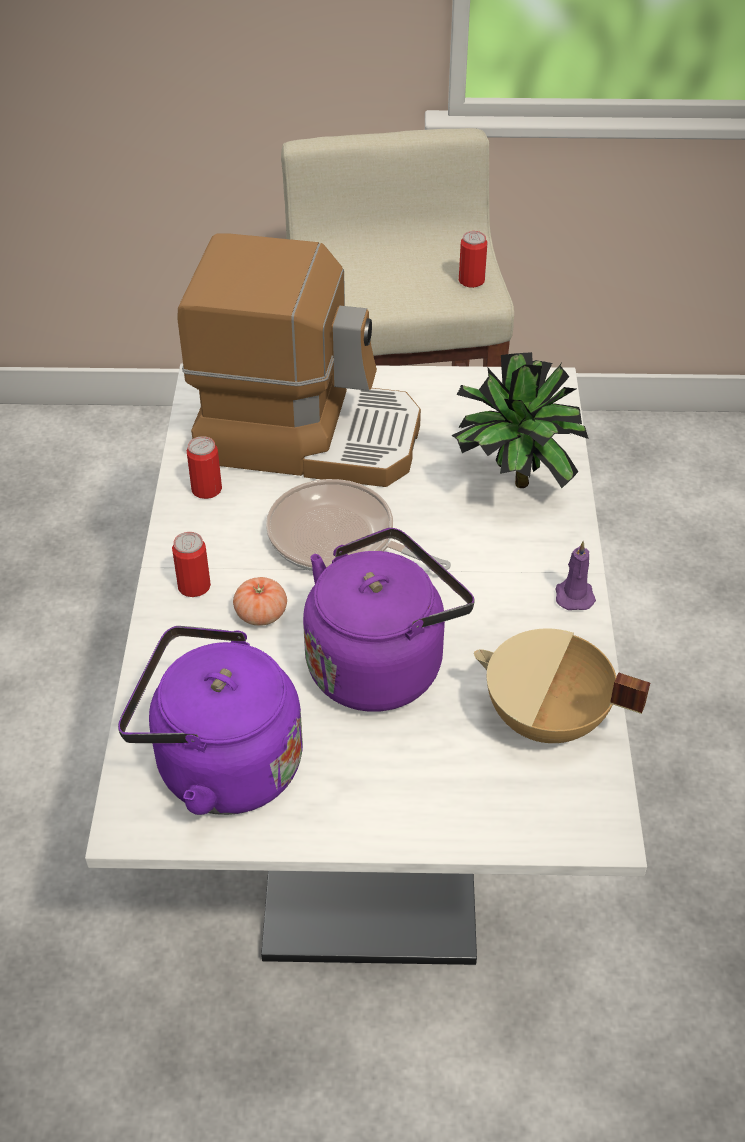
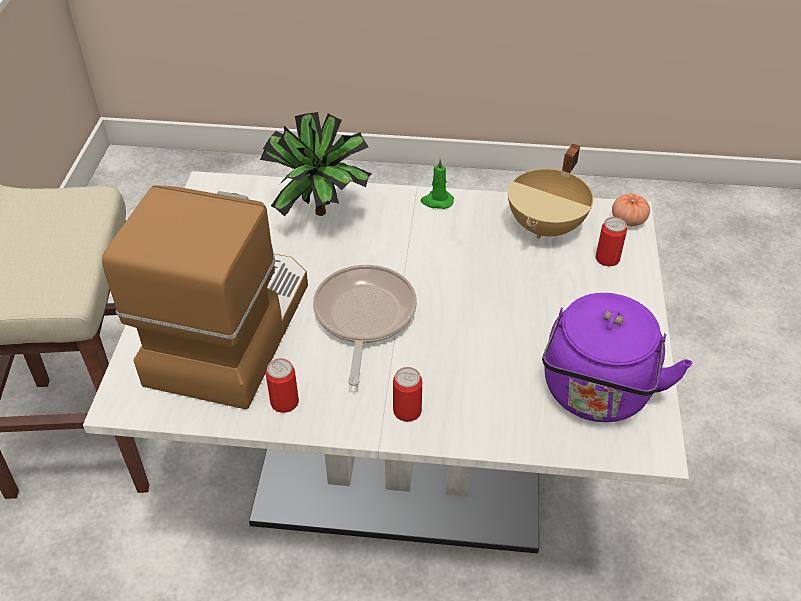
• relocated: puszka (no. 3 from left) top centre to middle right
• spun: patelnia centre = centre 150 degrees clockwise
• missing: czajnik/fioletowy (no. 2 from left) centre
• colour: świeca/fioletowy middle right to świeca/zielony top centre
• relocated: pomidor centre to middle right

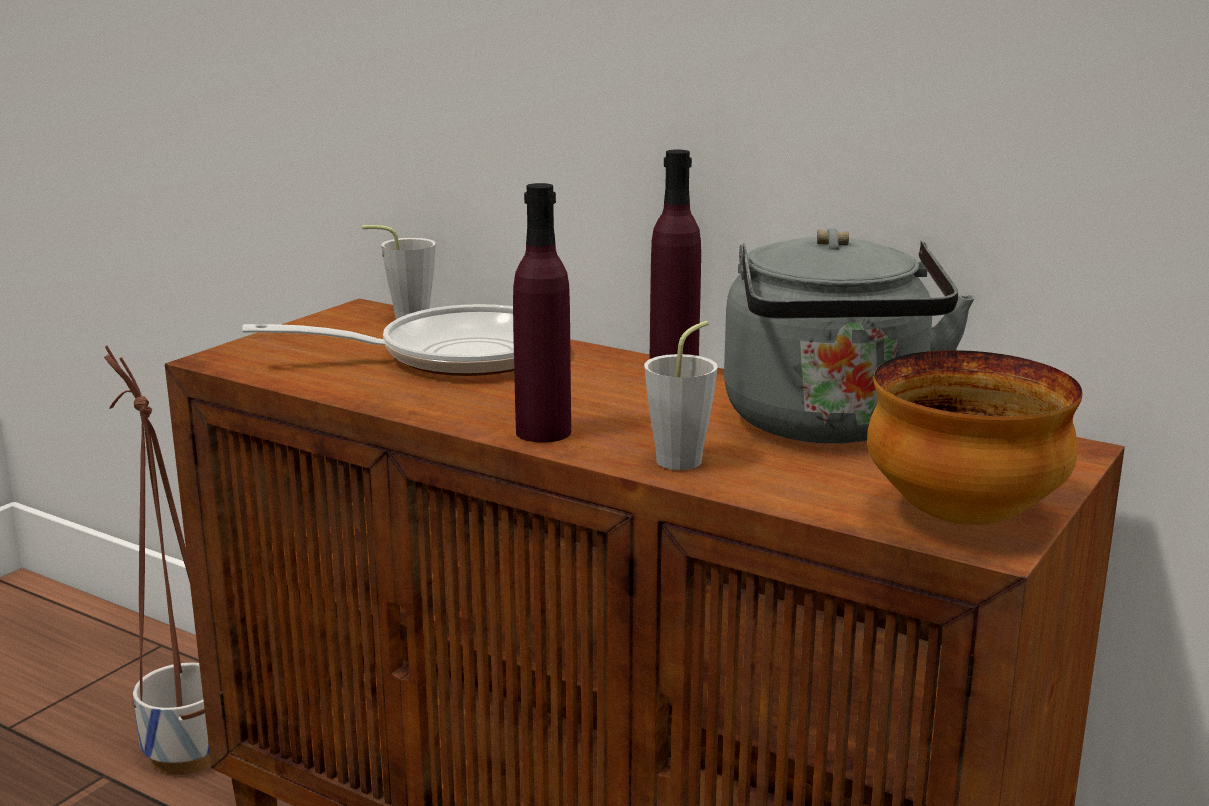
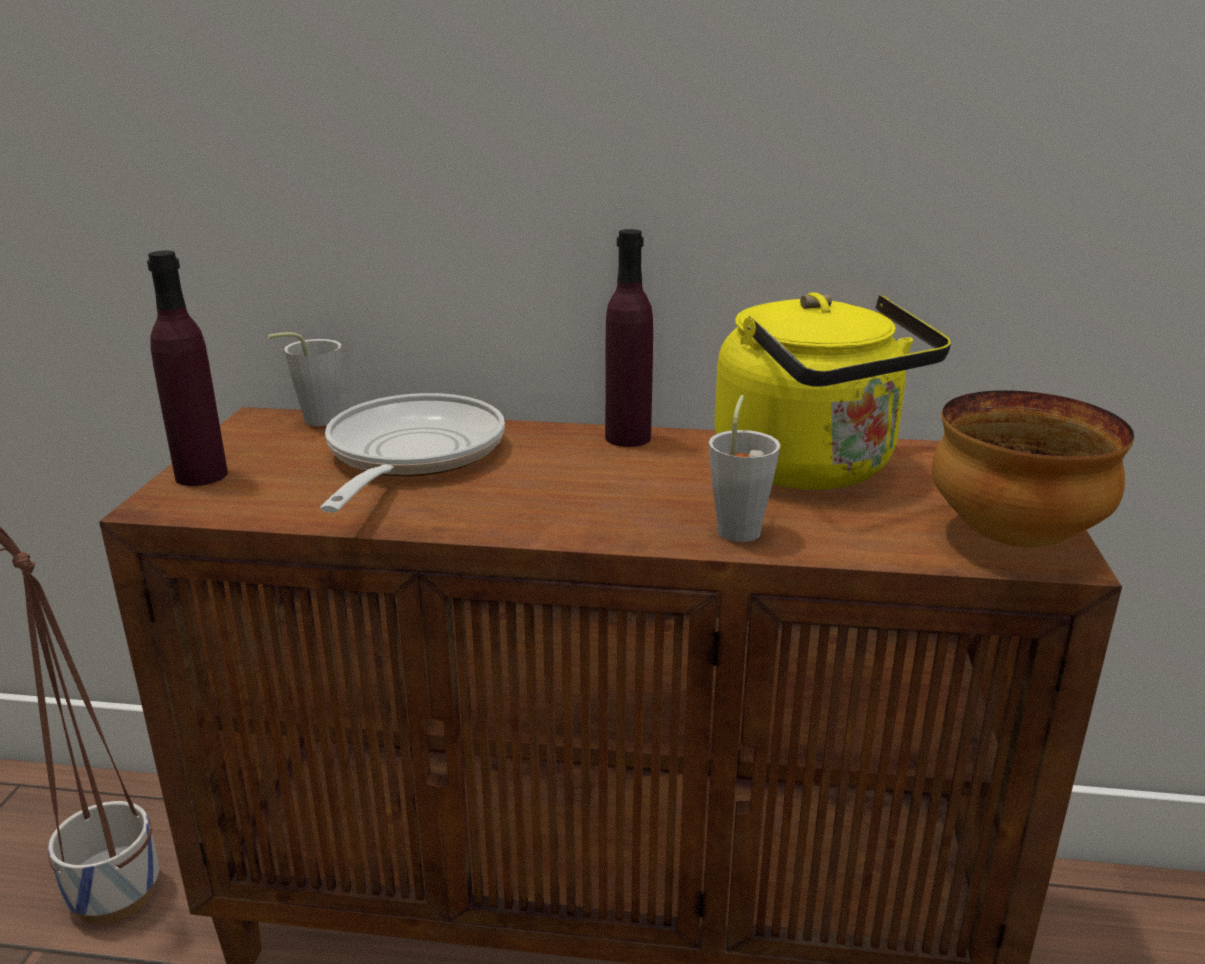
• relocated: butelka/fioletowy (no. 1 from left) centre to middle left
• colour: czajnik/szary middle right to czajnik/żółty middle right
• spun: patelnia middle left = centre 45 degrees counterclockwise

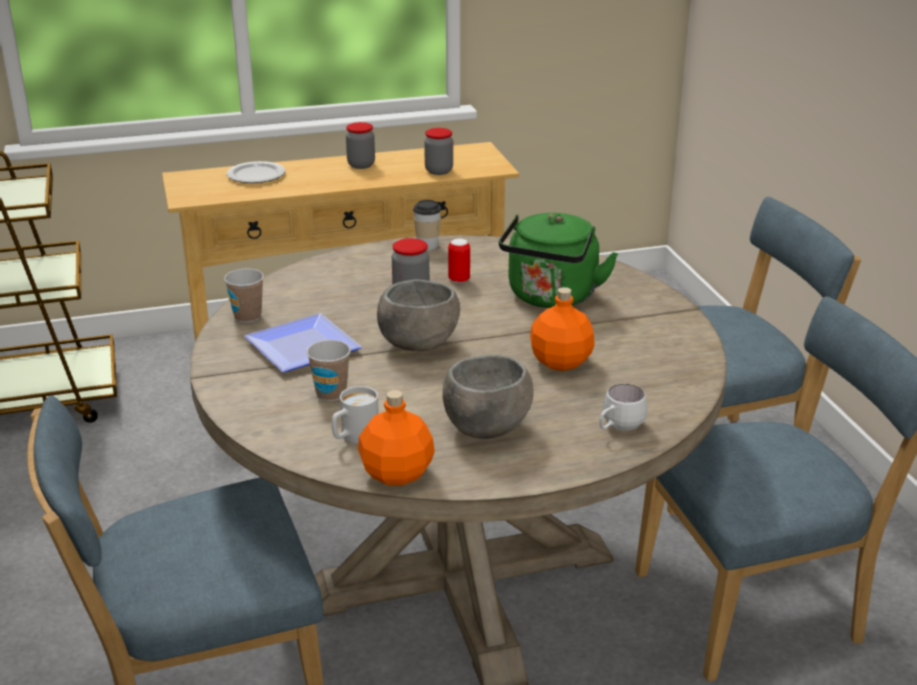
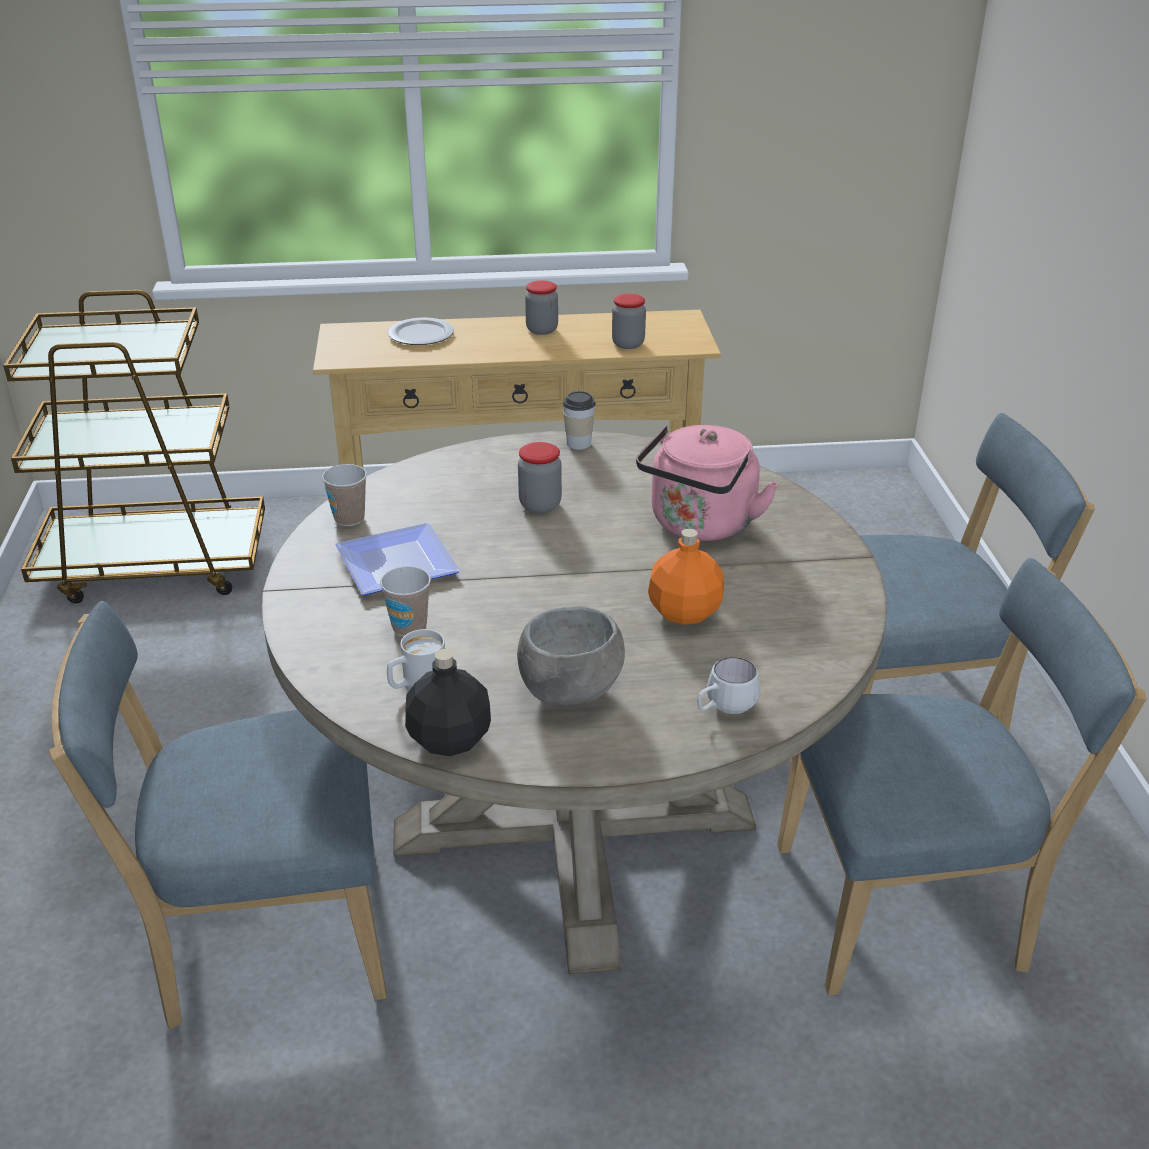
• colour: czajnik/zielony centre to czajnik/różowy centre
• missing: puszka centre
• missing: miska/szary (no. 1 from left) centre
• colour: butelka/pomarańczowy (no. 1 from left) centre to butelka/czarny centre

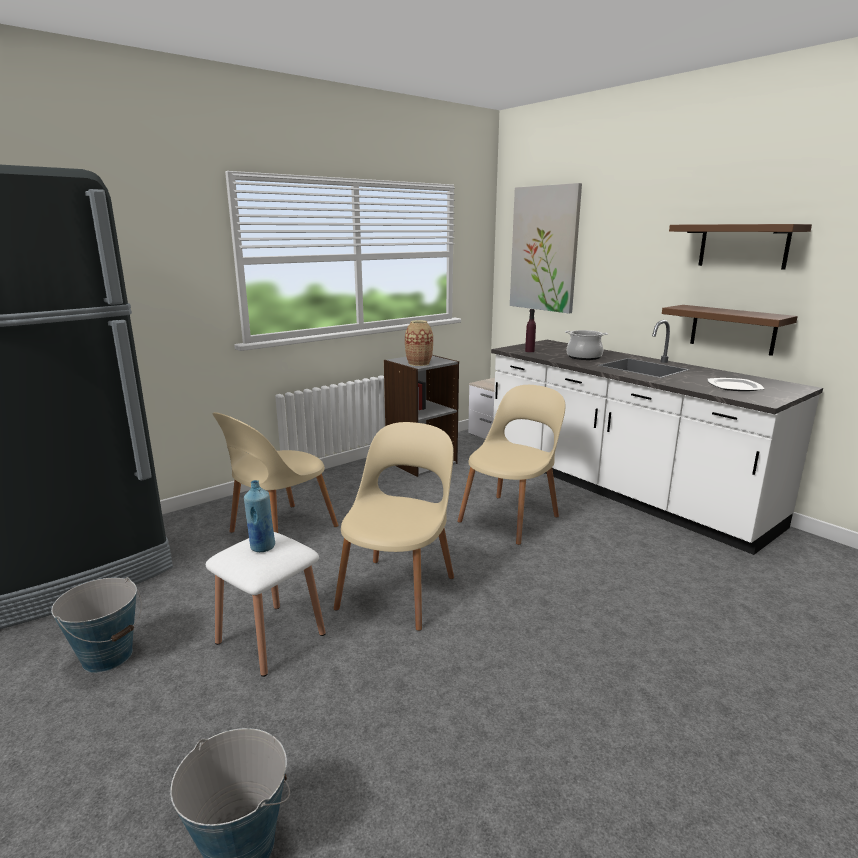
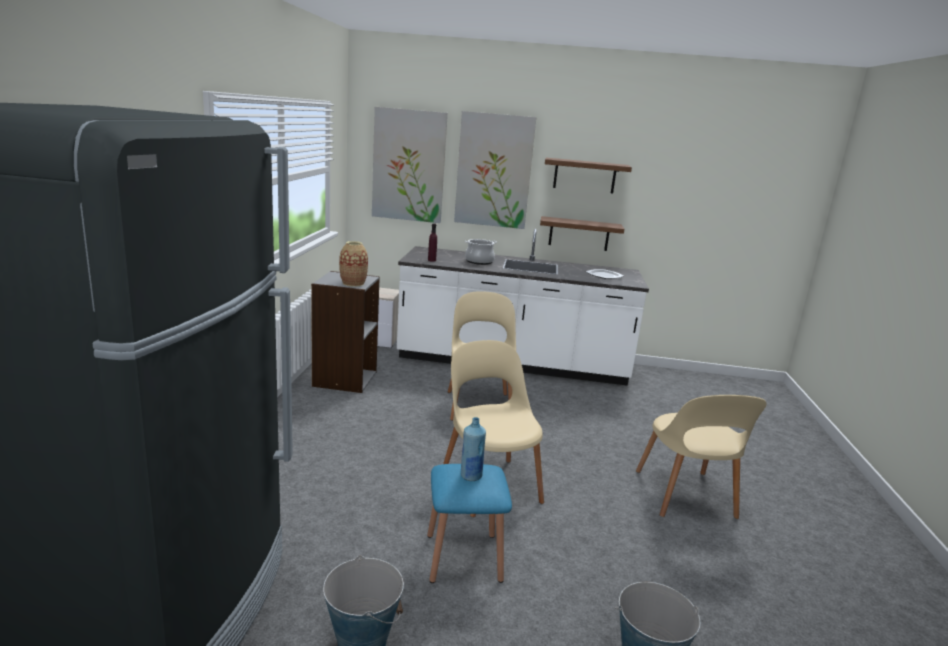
• relocated: krzesło/beżowy (no. 1 from left in the first image) middle left to krzesło/beżowy (no. 3 from left) bottom right
• colour: stołek/biały bottom left to stołek/niebieski bottom centre
• appeared: obraz (no. 2 from left) top centre

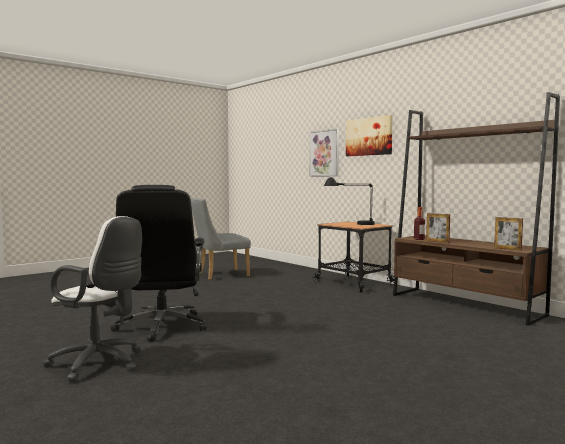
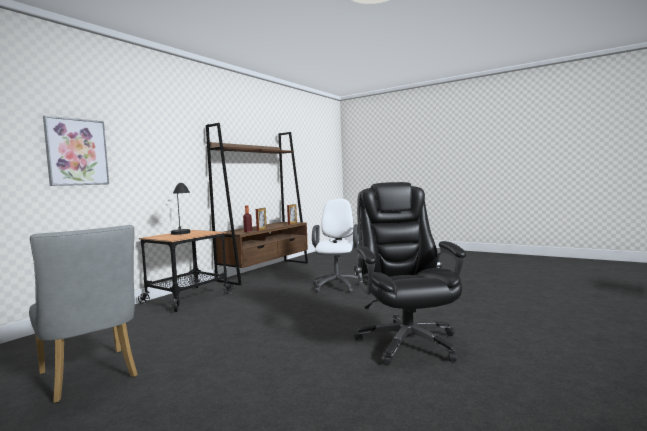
• missing: obraz (no. 2 from left) top centre
• spun: krzesło biurowe/czarny middle left = centre 75 degrees counterclockwise
• relocated: krzesło biurowe/biały bottom left to centre

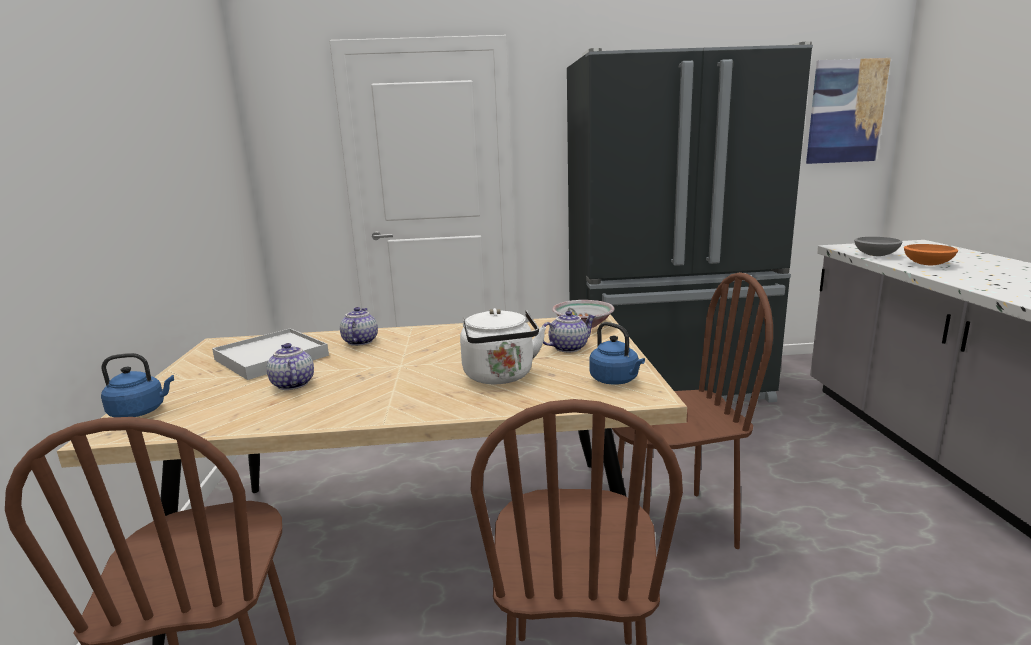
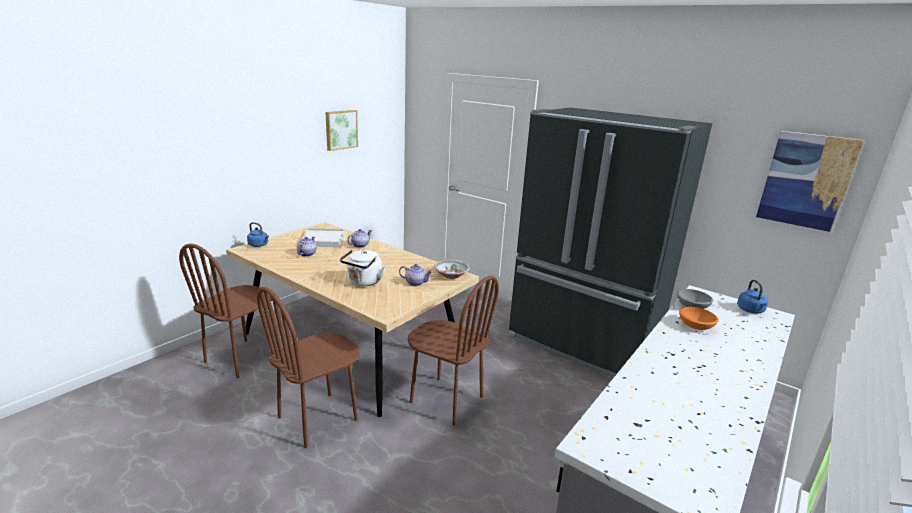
• relocated: czajnik/niebieski (no. 2 from left) centre to middle right
• appeared: obraz (no. 1 from left) top centre

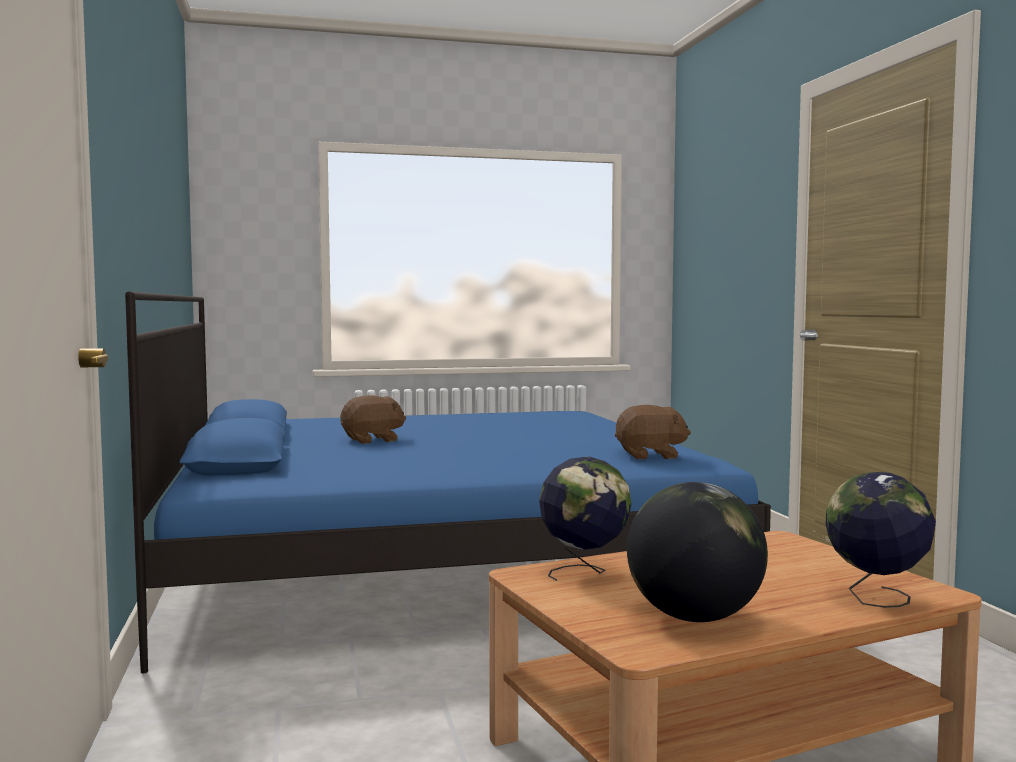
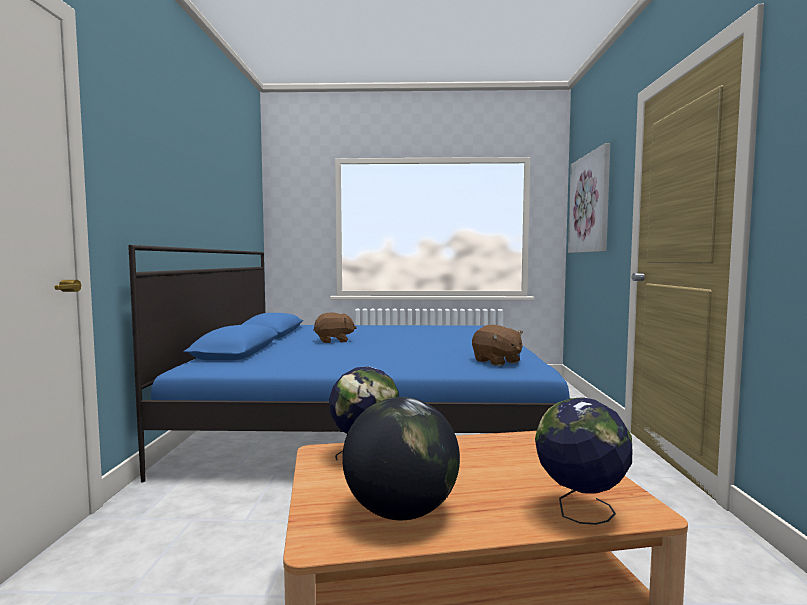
• spun: pluszak/brązowy (no. 2 from left) centre = centre 45 degrees clockwise
• appeared: obraz top right

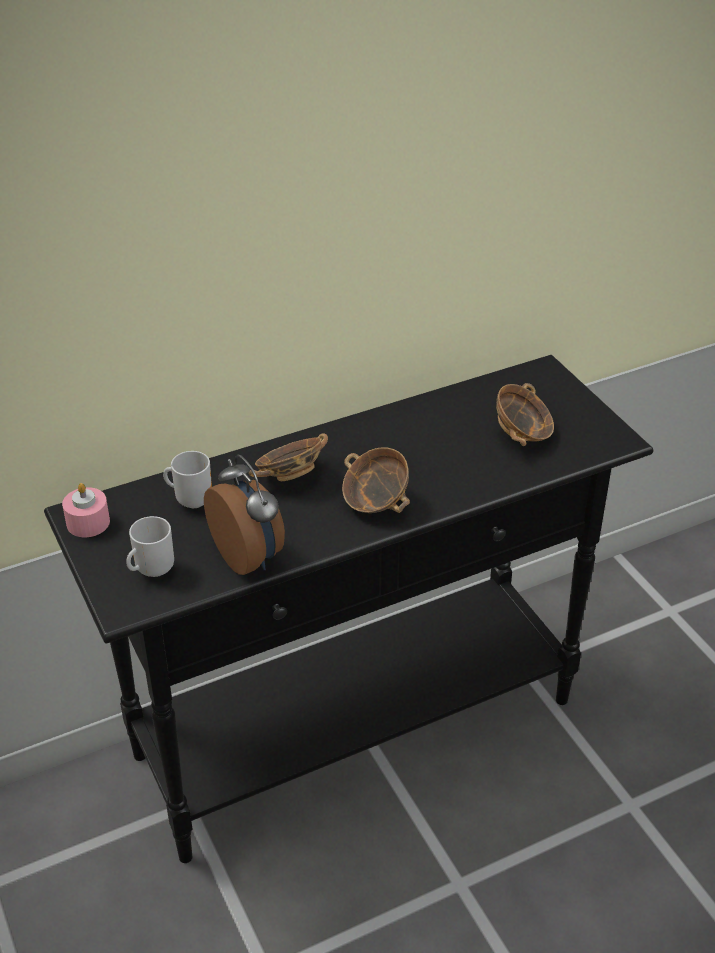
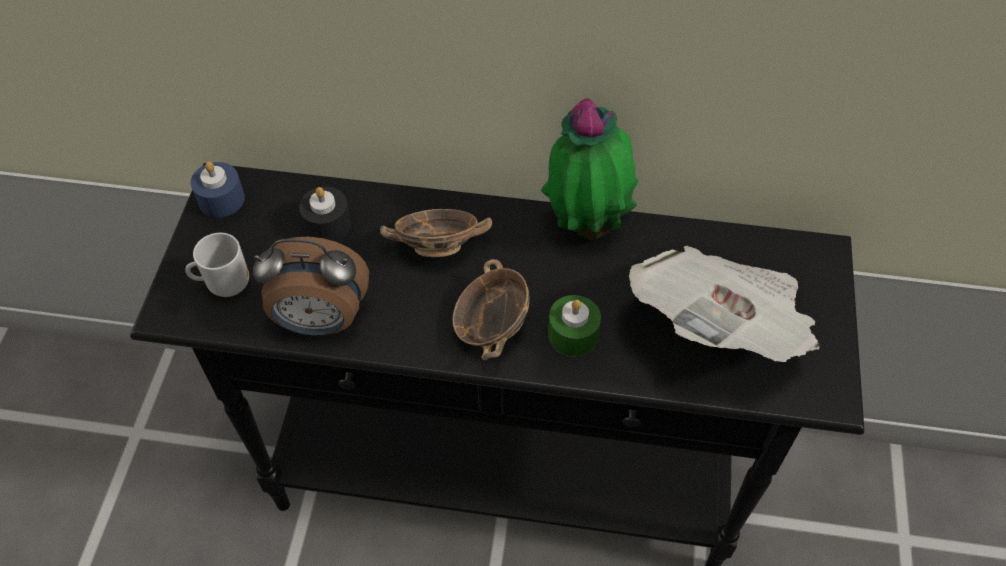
• exchanged: miska (no. 3 from left) middle right to gazeta middle right
• exchanged: kubek (no. 2 from left) middle left to świeca/czarny middle left
• spun: budzik centre = middle left 90 degrees clockwise
• colour: świeca/różowy middle left to świeca/niebieski middle left
• appeared: roślina doniczkowa top centre
• appeared: świeca/zielony centre

